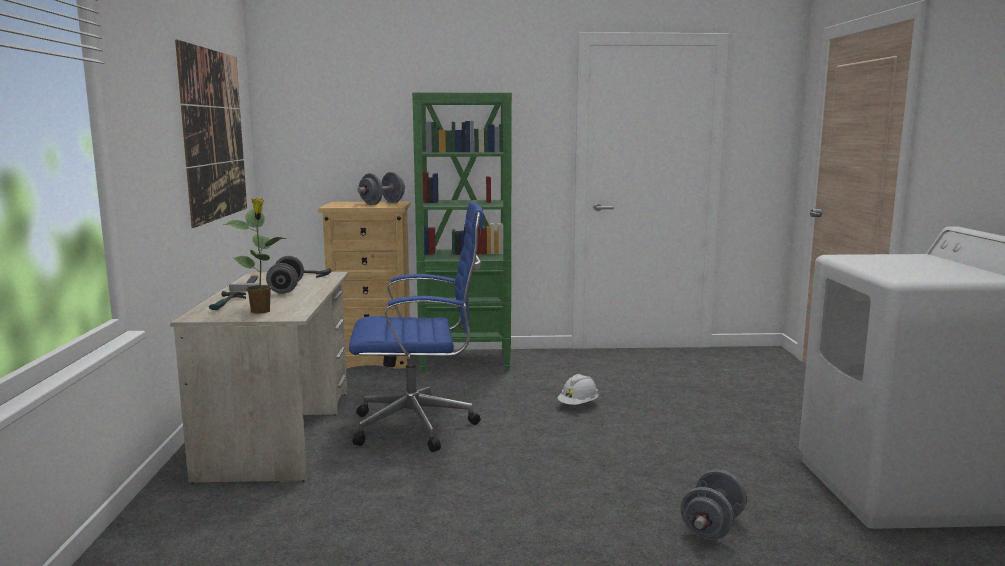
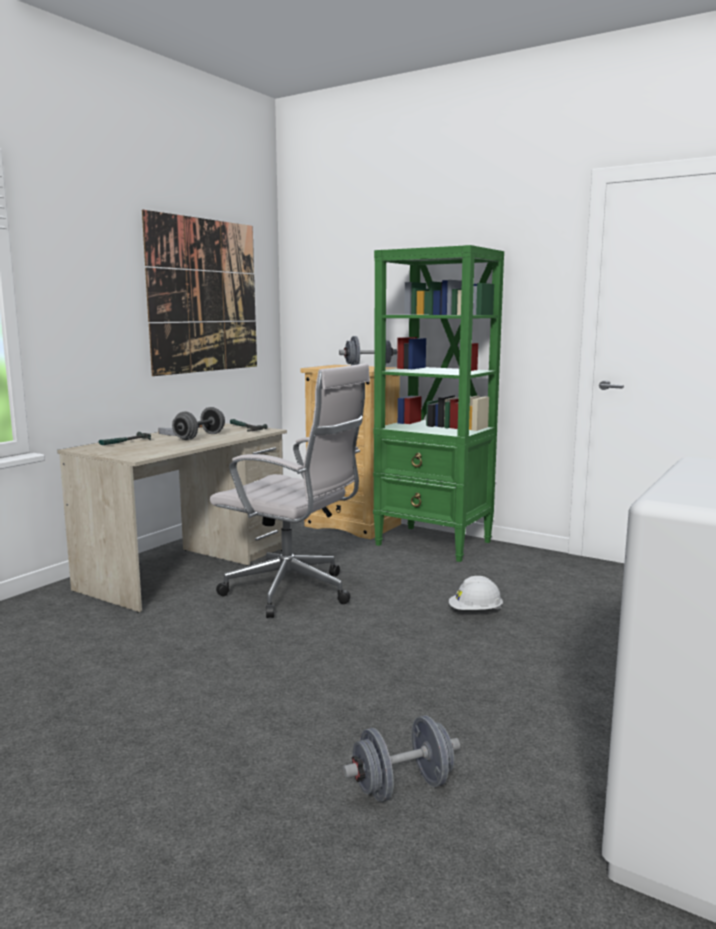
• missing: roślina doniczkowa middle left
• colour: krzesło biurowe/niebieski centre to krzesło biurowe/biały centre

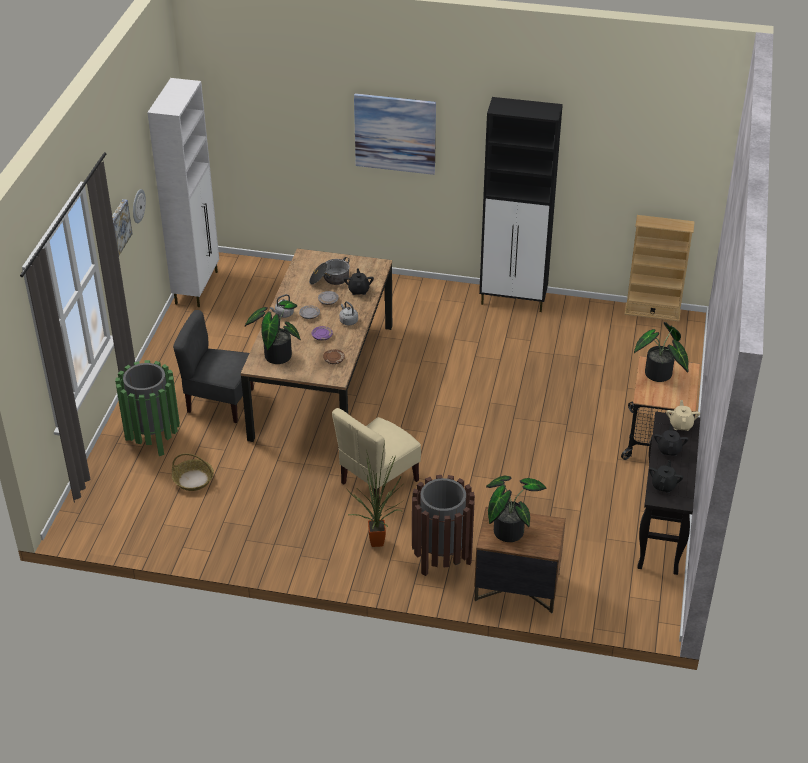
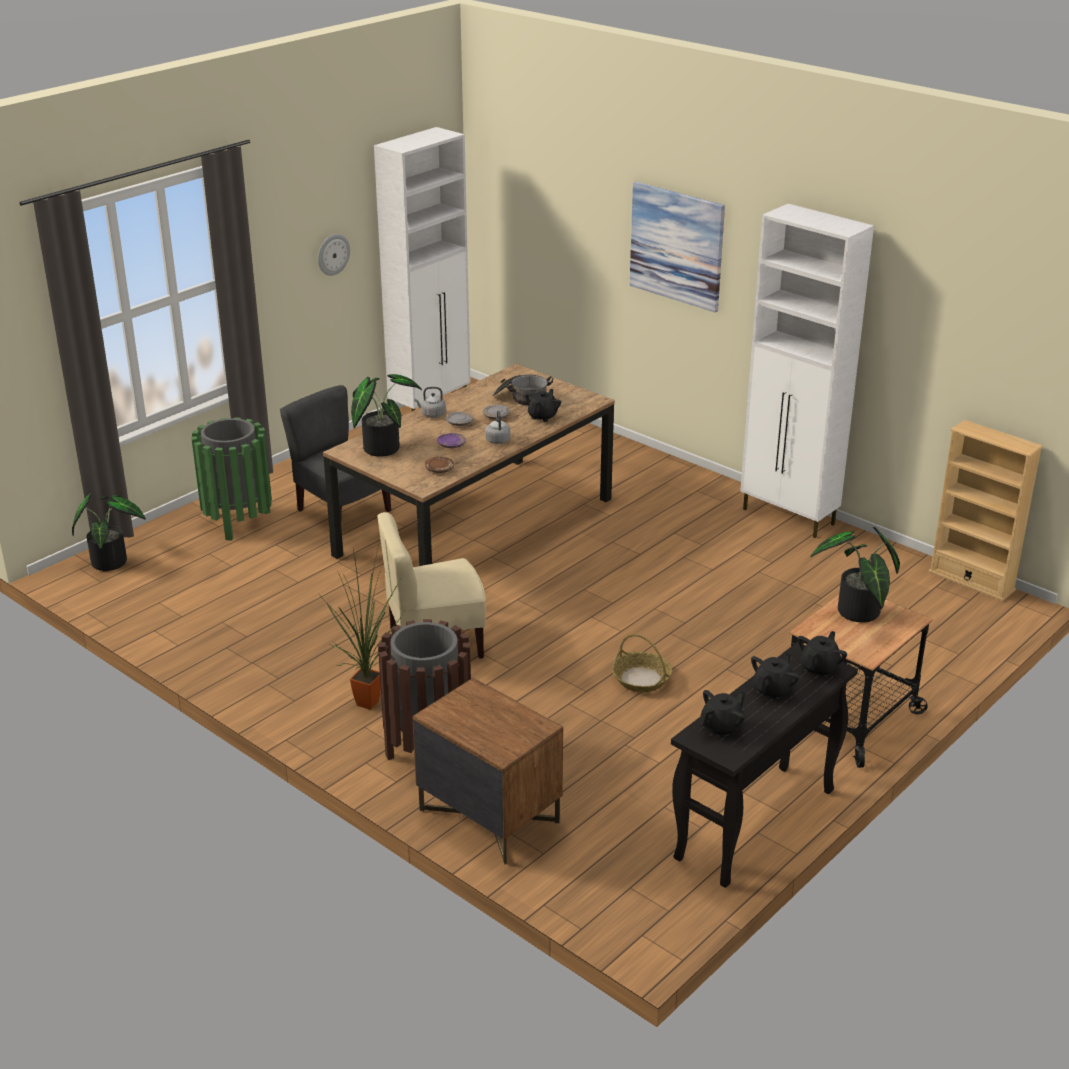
• colour: szafka/czarny top centre to szafka/biały (no. 2 from left) middle right
• missing: obraz (no. 1 from left) top left
• colour: imbryk/beżowy middle right to imbryk/czarny (no. 4 from left) middle right
• relocated: koszyk middle left to centre
• relocated: roślina doniczkowa (no. 3 from left in the first image) bottom centre to roślina doniczkowa (no. 1 from left) middle left

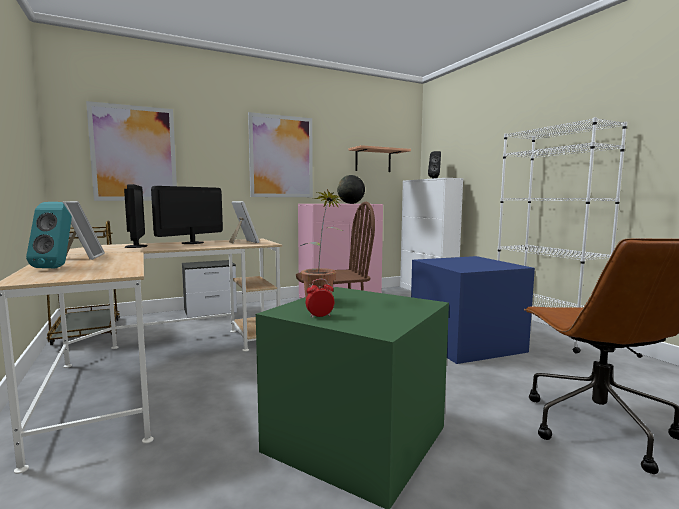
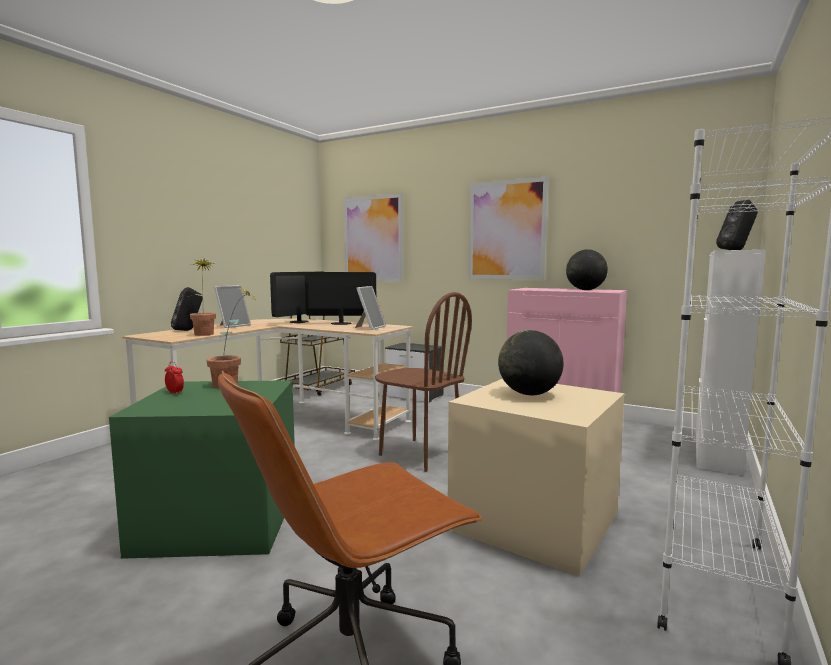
• missing: półka top centre
• colour: głośnik/turkusowy middle left to głośnik/czarny (no. 1 from left) middle left
• colour: pojemnik do przechowywania/niebieski middle right to pojemnik do przechowywania/beżowy bottom centre
• appeared: roślina doniczkowa (no. 1 from left) middle left
• appeared: globus (no. 1 from left) centre

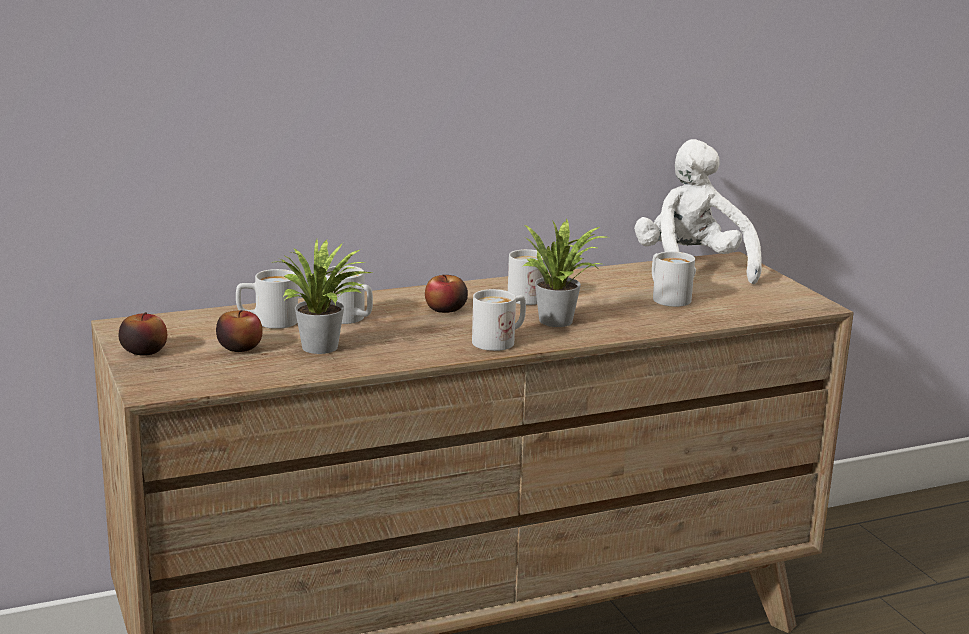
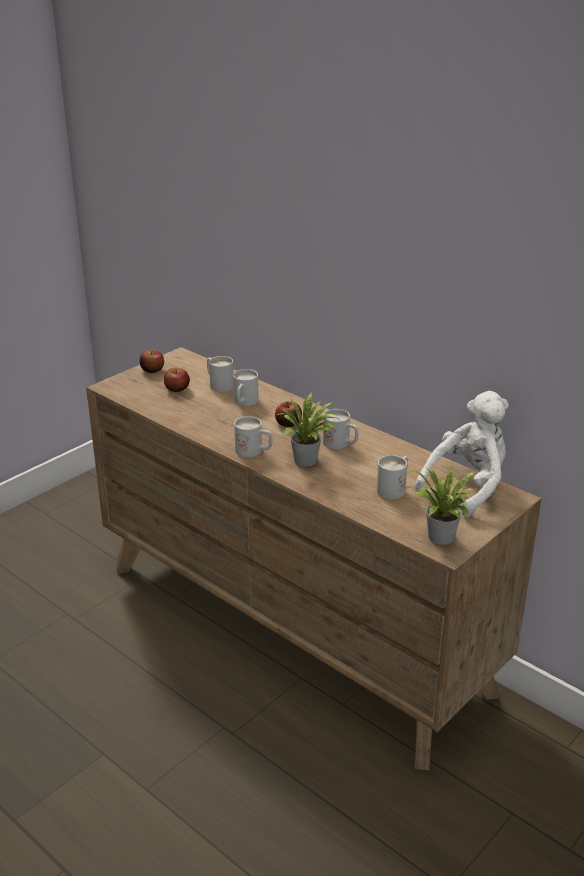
• relocated: roślina doniczkowa (no. 1 from left in the first image) middle left to roślina doniczkowa (no. 2 from left) middle right

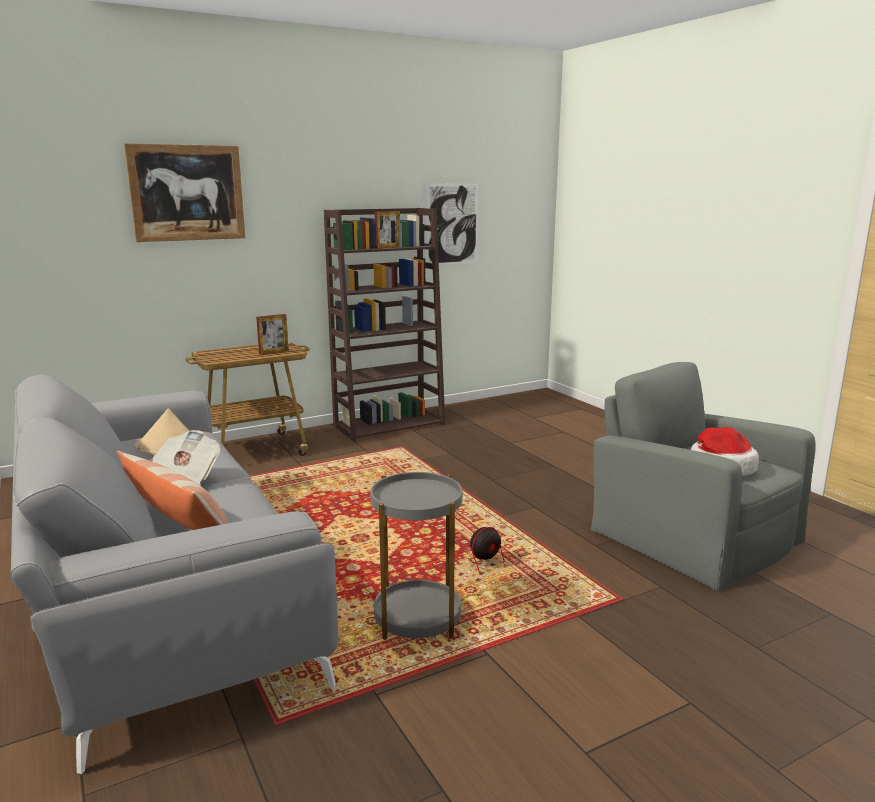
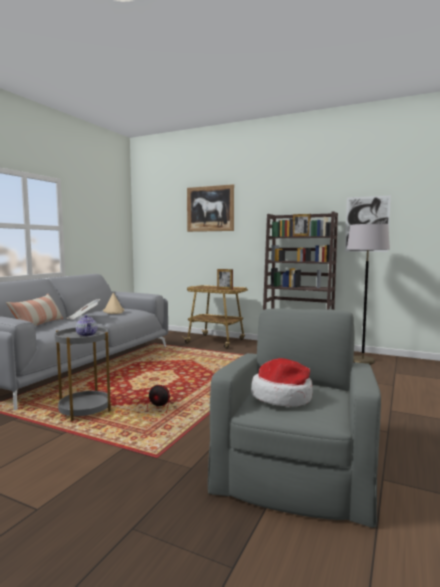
• appeared: lampa stojąca/szary middle right
• appeared: imbryk middle left

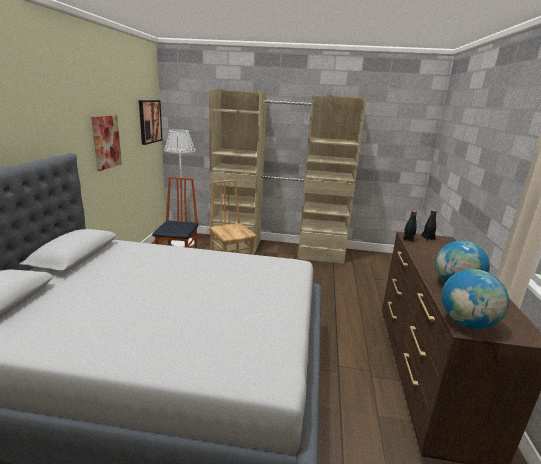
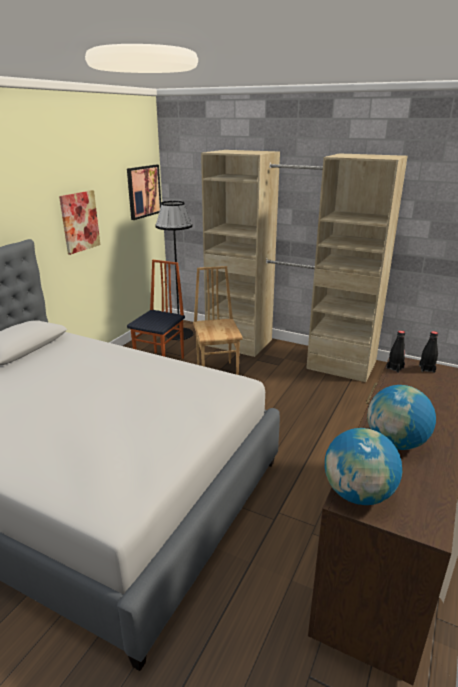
• colour: lampa stojąca/biały middle left to lampa stojąca/czarny centre

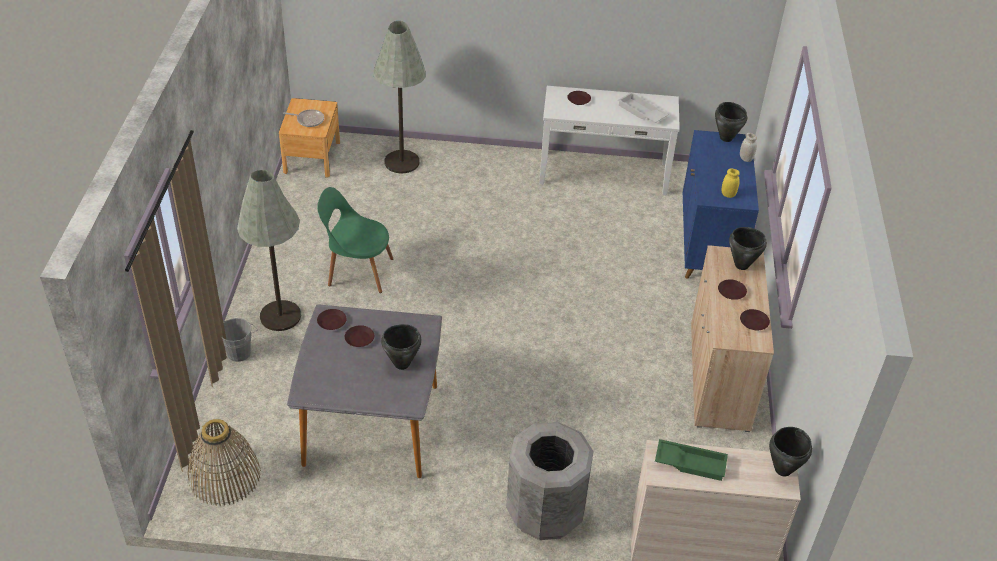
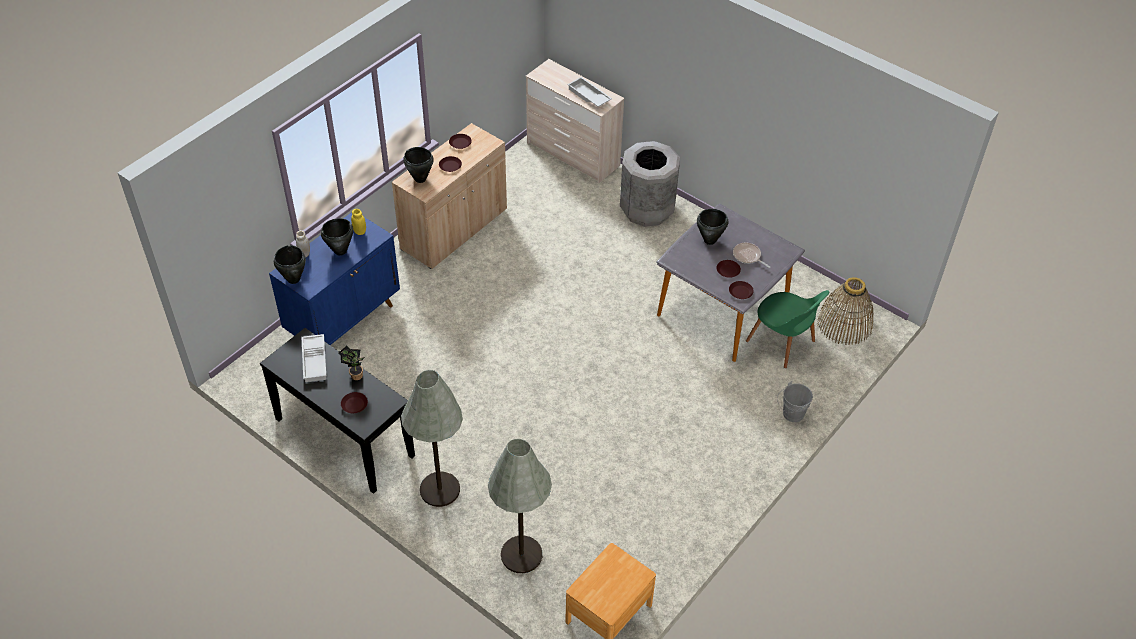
• colour: stolik konsolowy/biały top centre to stolik konsolowy/czarny middle left
• relocated: patelnia top left to centre
• relocated: lampa stojąca/szary (no. 1 from left) middle left to bottom centre
• relocated: krzesło/zielony centre to middle right
• relocated: garnek/czarny (no. 4 from left in the first image) bottom right to garnek/czarny (no. 2 from left) middle left
• colour: taca/zielony bottom right to taca/biały (no. 2 from left) top centre
• appeared: roślina doniczkowa middle left

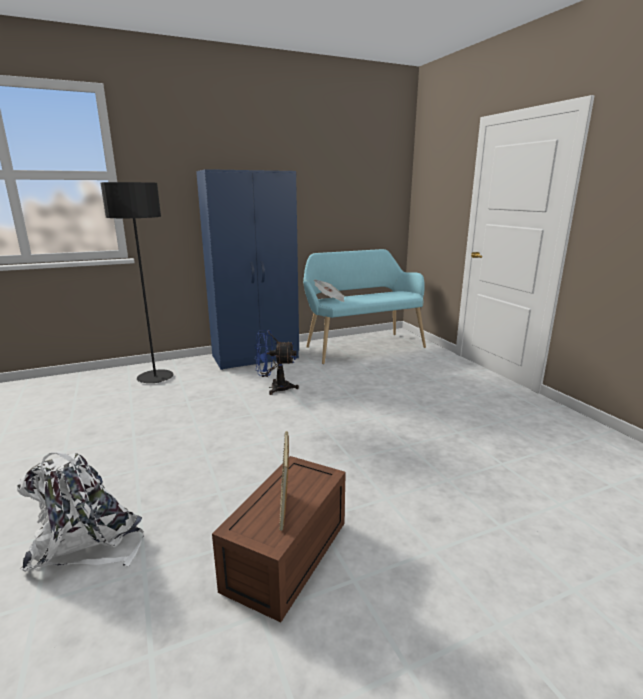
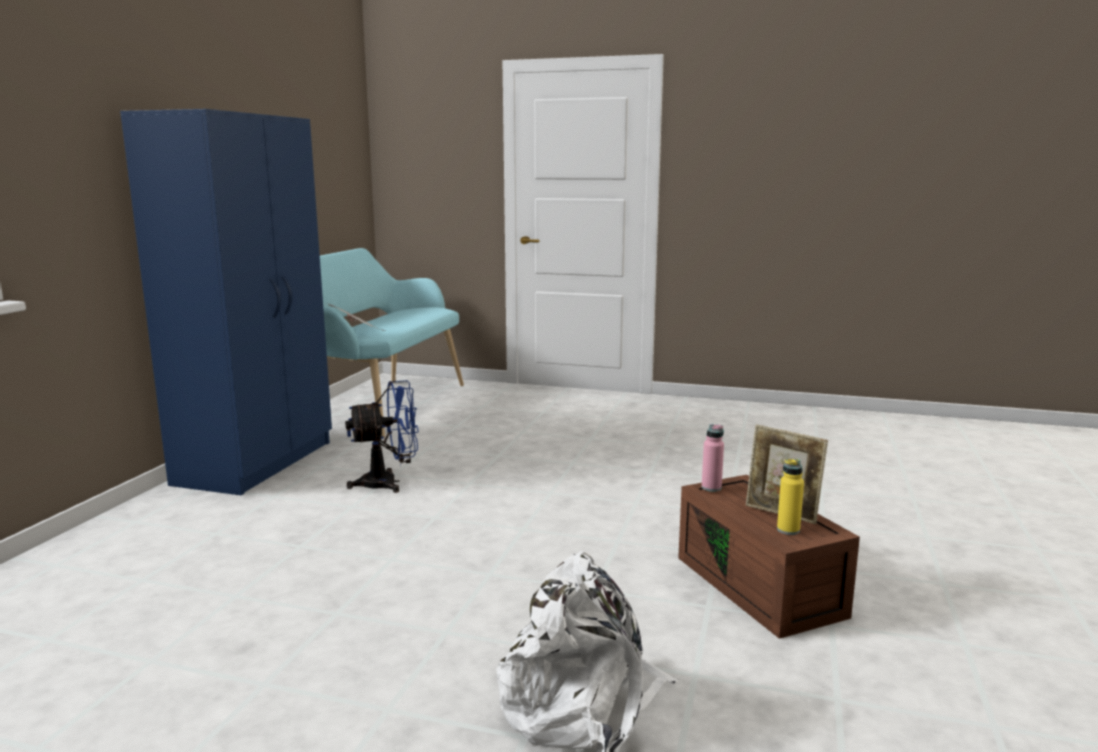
• missing: lampa stojąca/czarny middle left
• spun: wentylator/niebieski centre = centre 150 degrees counterclockwise
• appeared: butelka/różowy centre
• appeared: butelka/żółty middle right

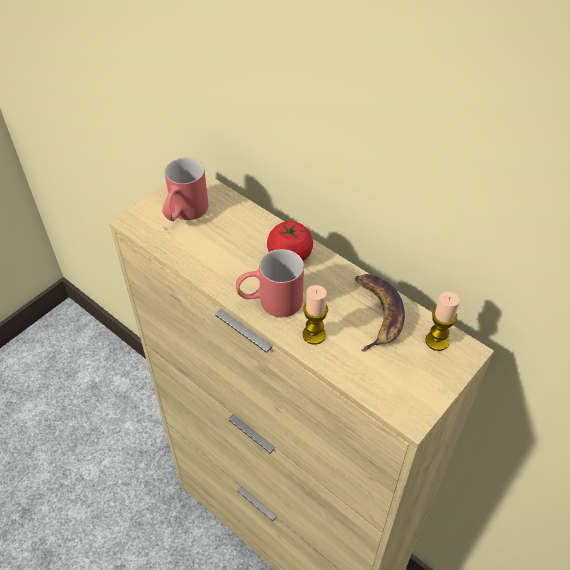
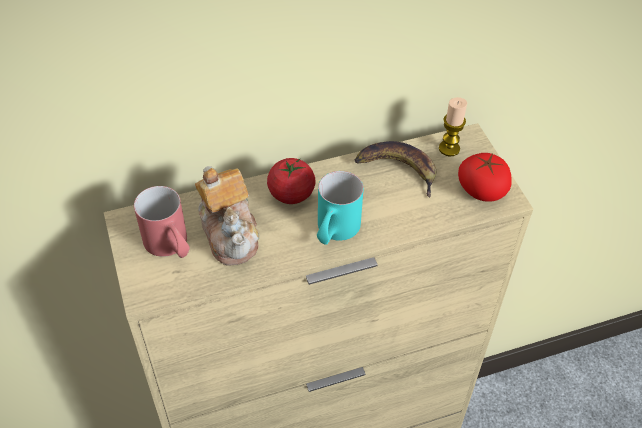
• colour: kubek/czerwony (no. 2 from left) centre to kubek/turkusowy centre
• missing: świeca (no. 1 from left) centre
• appeared: pomidor (no. 2 from left) middle right
• appeared: imbryk centre

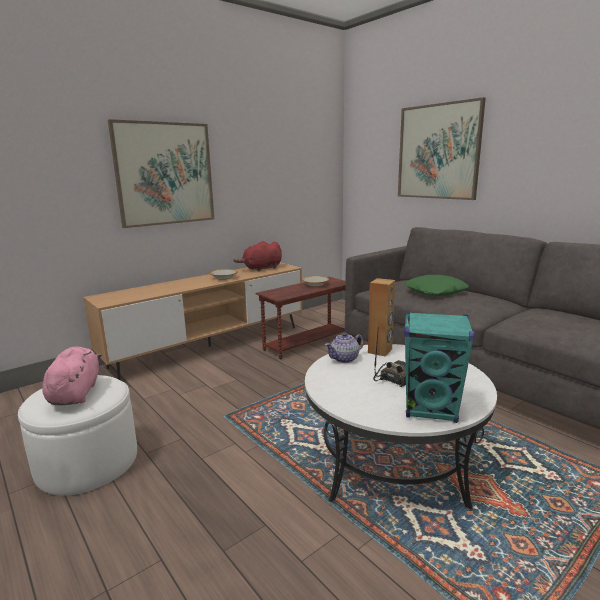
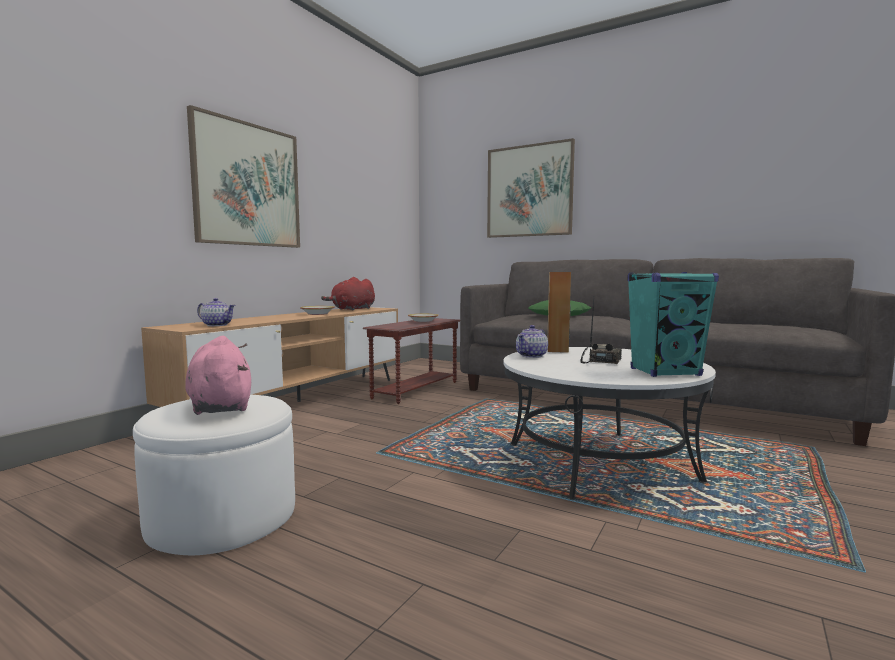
• appeared: imbryk (no. 1 from left) middle left

